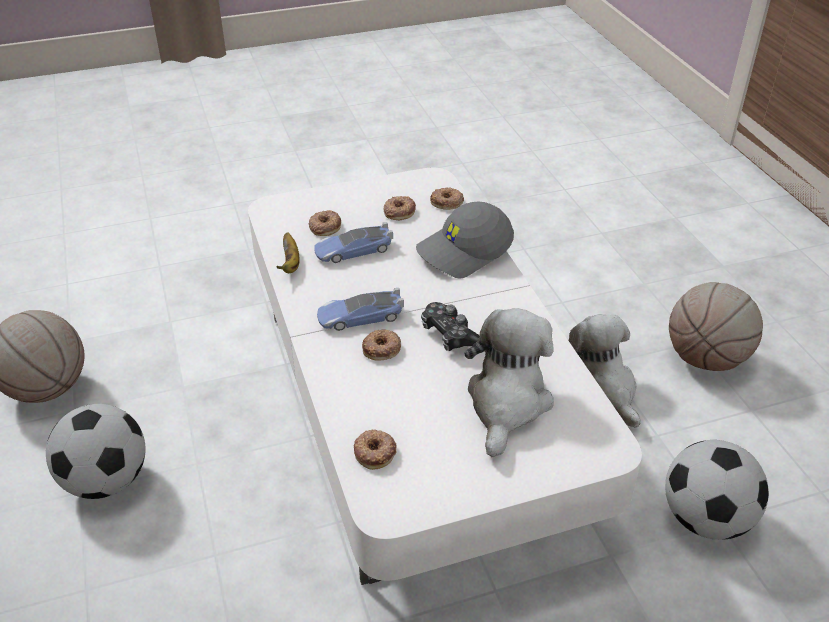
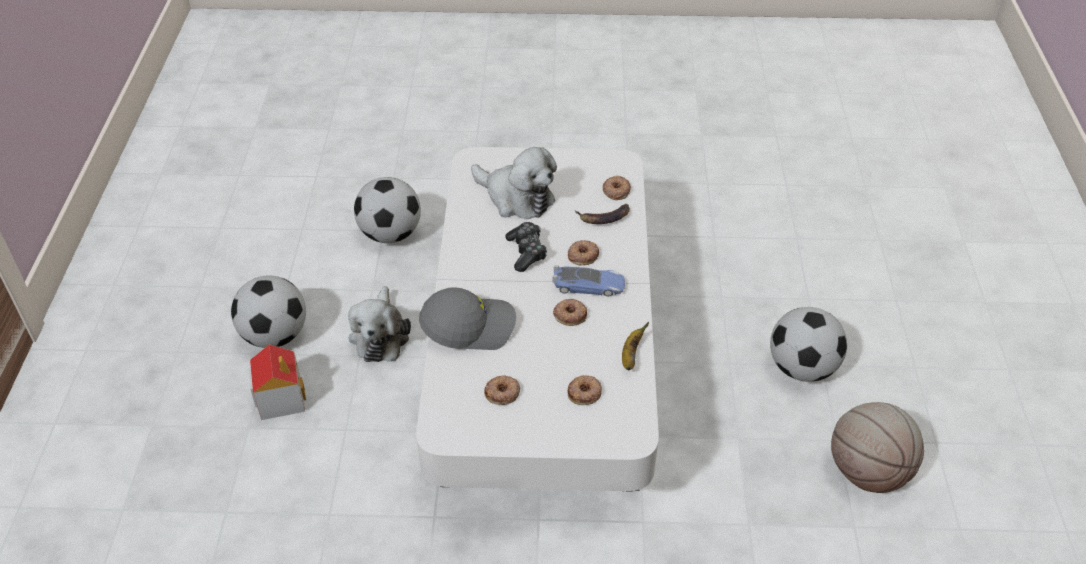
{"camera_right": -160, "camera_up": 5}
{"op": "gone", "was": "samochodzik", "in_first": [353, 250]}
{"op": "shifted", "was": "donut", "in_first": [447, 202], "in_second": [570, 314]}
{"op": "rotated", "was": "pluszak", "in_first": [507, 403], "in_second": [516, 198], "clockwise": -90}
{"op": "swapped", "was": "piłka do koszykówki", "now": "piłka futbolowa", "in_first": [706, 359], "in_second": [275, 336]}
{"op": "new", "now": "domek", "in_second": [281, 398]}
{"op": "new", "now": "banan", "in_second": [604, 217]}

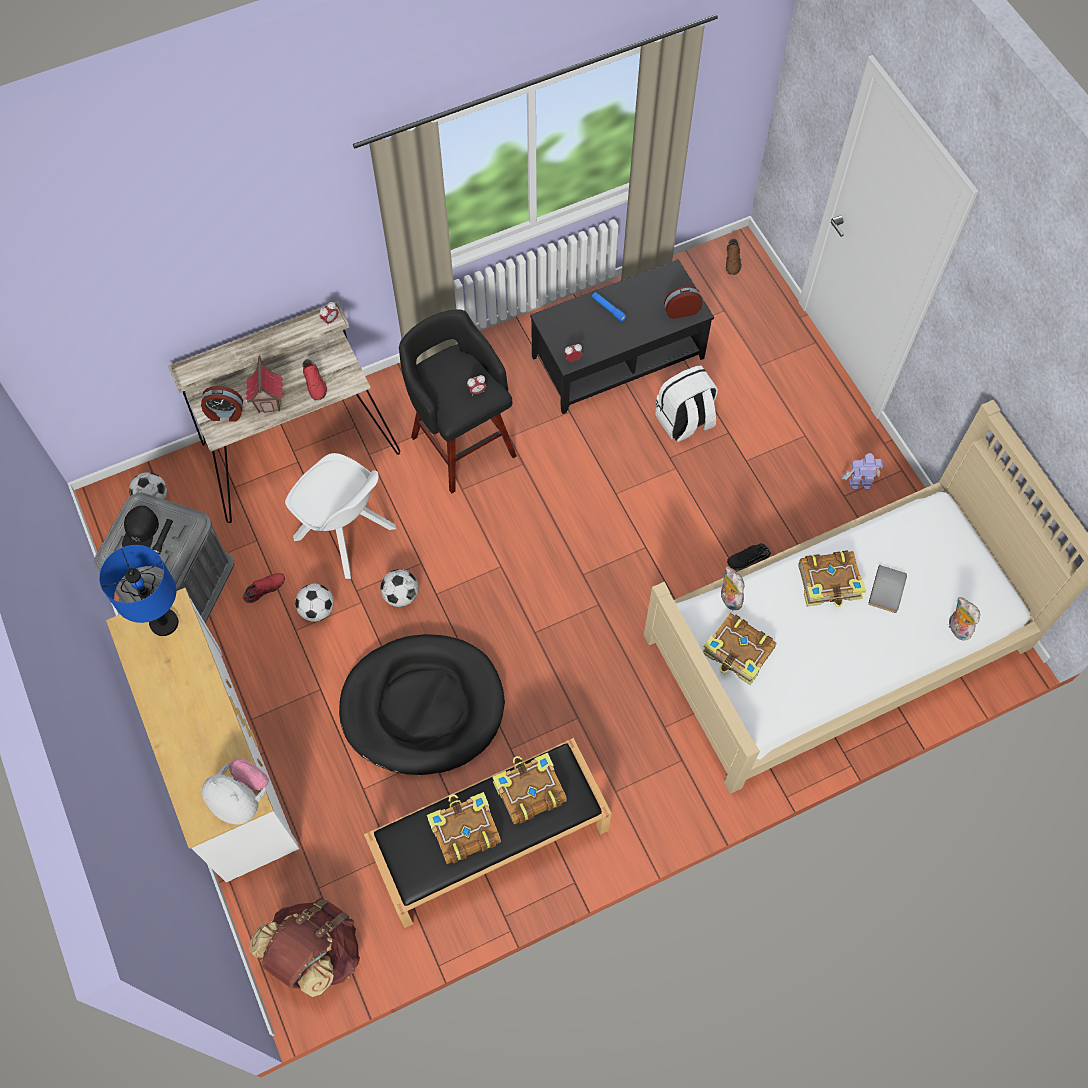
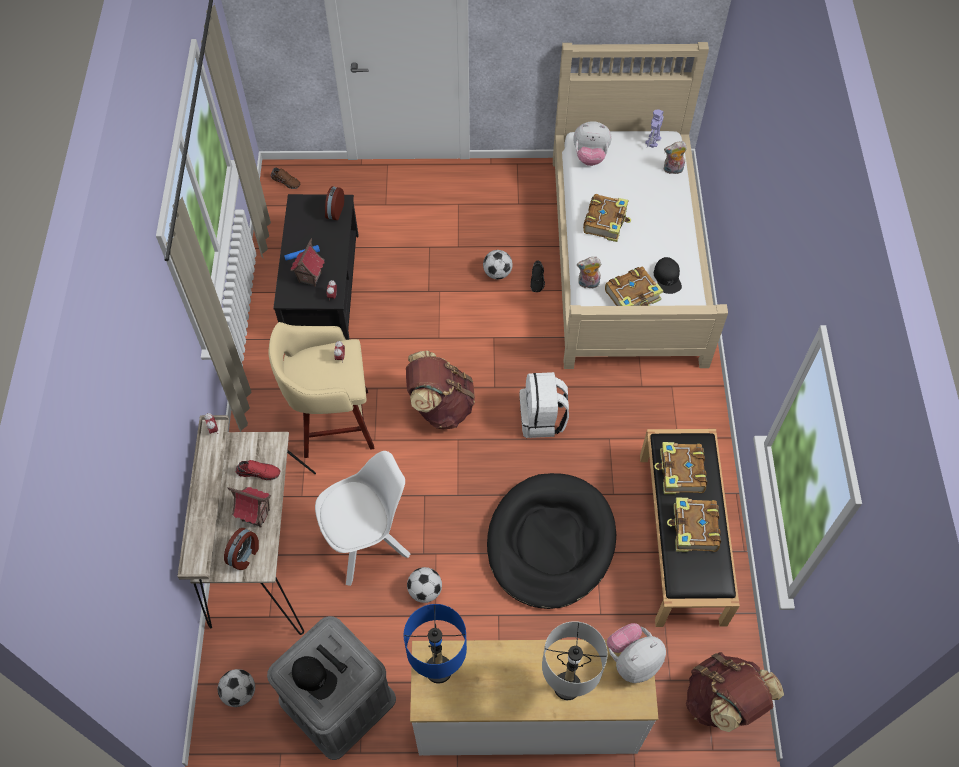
{"camera_right": -65, "camera_up": -5}
{"op": "gone", "was": "but/czerwony", "in_first": [264, 588]}
{"op": "shifted", "was": "piłka futbolowa", "in_first": [401, 595], "in_second": [497, 273]}
{"op": "repainted", "was": "stołek/czarny", "now": "stołek/beżowy", "in_first": [461, 443], "in_second": [333, 423]}
{"op": "shifted", "was": "plecak/biały", "in_first": [684, 422], "in_second": [542, 419]}
{"op": "shifted", "was": "robot zabawkowy", "in_first": [859, 483], "in_second": [653, 141]}
{"op": "gone", "was": "książka/szary", "in_first": [888, 590]}
{"op": "new", "now": "domek", "in_second": [310, 277]}
{"op": "new", "now": "plecak/brązowy", "in_second": [440, 406]}
{"op": "new", "now": "lampa stołowa/szary", "in_second": [567, 687]}
{"op": "new", "now": "pluszak", "in_second": [590, 156]}
{"op": "new", "now": "czapka z daszkiem/czarny", "in_second": [667, 278]}

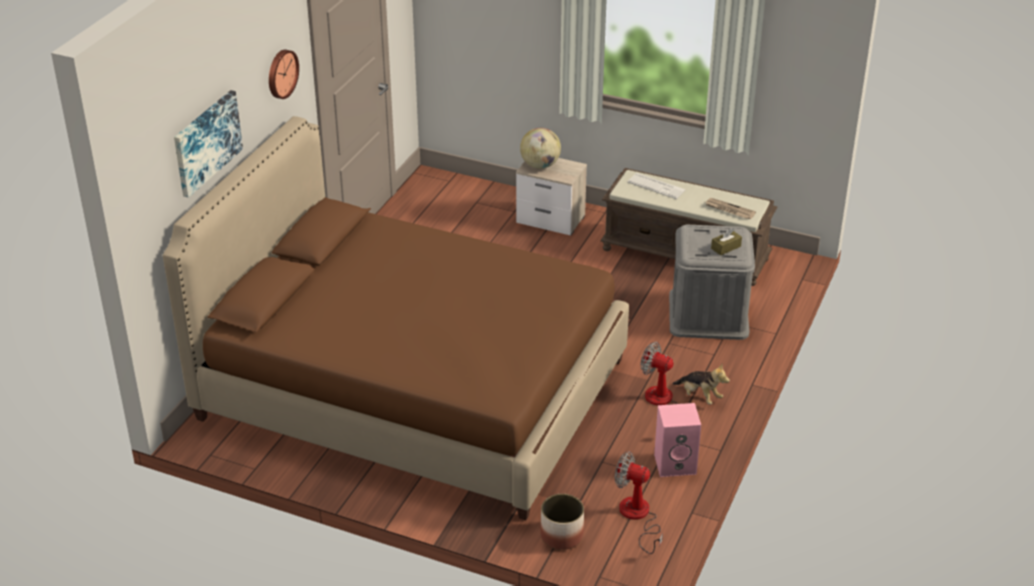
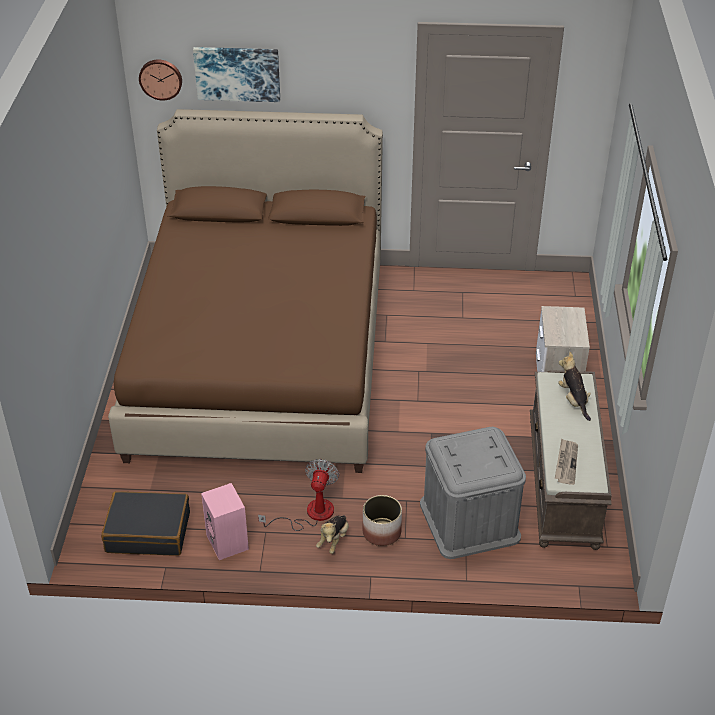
{"camera_right": 70, "camera_up": 5}
{"op": "shifted", "was": "zegar ścienny", "in_first": [281, 73], "in_second": [161, 78]}
{"op": "gone", "was": "globus", "in_first": [540, 165]}
{"op": "shifted", "was": "donica", "in_first": [561, 536], "in_second": [381, 532]}
{"op": "swapped", "was": "wentylator", "now": "walizka/czarny", "in_first": [637, 517], "in_second": [148, 532]}
{"op": "swapped", "was": "klawiatura", "now": "pluszak", "in_first": [656, 186], "in_second": [573, 400]}
{"op": "gone", "was": "pudełko chusteczek/brązowy", "in_first": [726, 247]}

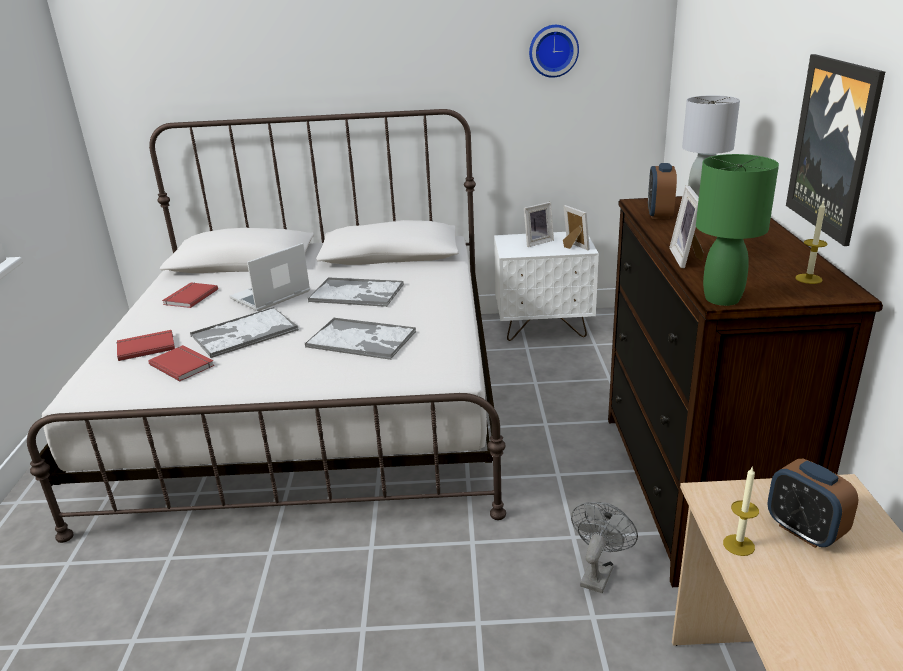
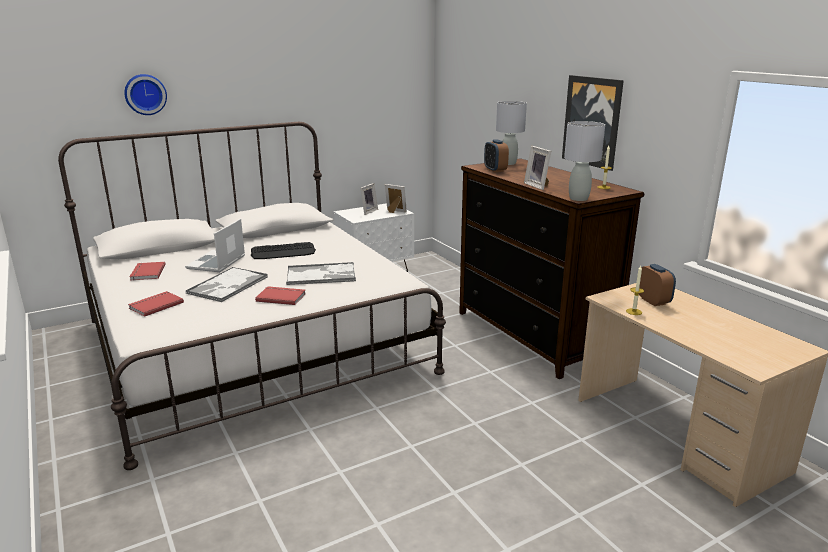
{"camera_right": -30, "camera_up": -5}
{"op": "shifted", "was": "książka/czerwony", "in_first": [183, 364], "in_second": [281, 297]}
{"op": "swapped", "was": "taca", "now": "klawiatura", "in_first": [357, 293], "in_second": [283, 252]}
{"op": "shifted", "was": "zegar ścienny", "in_first": [553, 50], "in_second": [145, 94]}
{"op": "gone", "was": "wentylator/szary", "in_first": [598, 572]}
{"op": "repainted", "was": "lampa stołowa/zielony", "now": "lampa stołowa/szary", "in_first": [722, 298], "in_second": [578, 198]}
{"op": "rotated", "was": "budzik", "in_first": [804, 531], "in_second": [653, 301], "clockwise": -135}

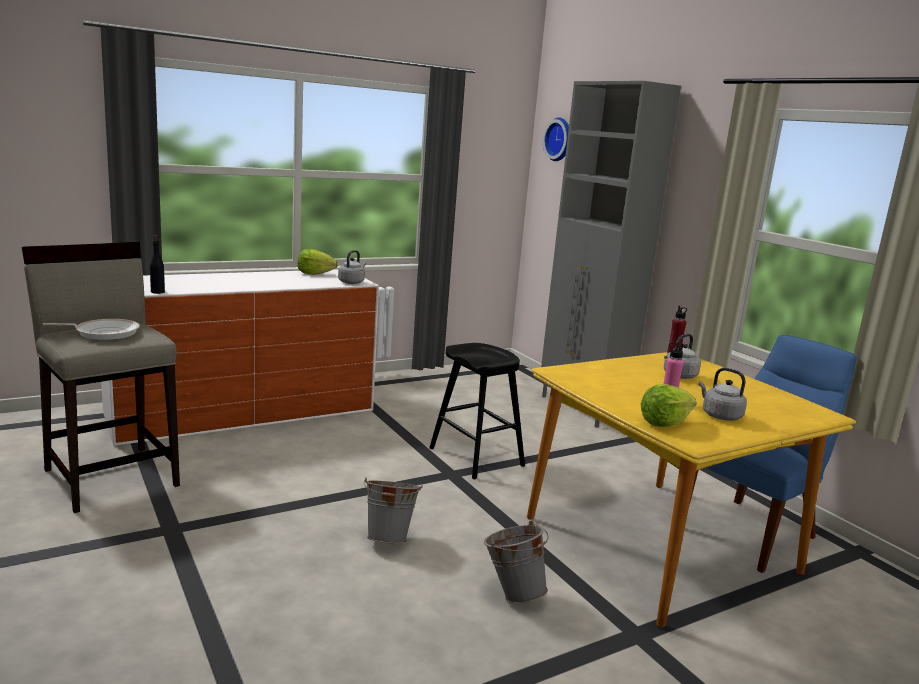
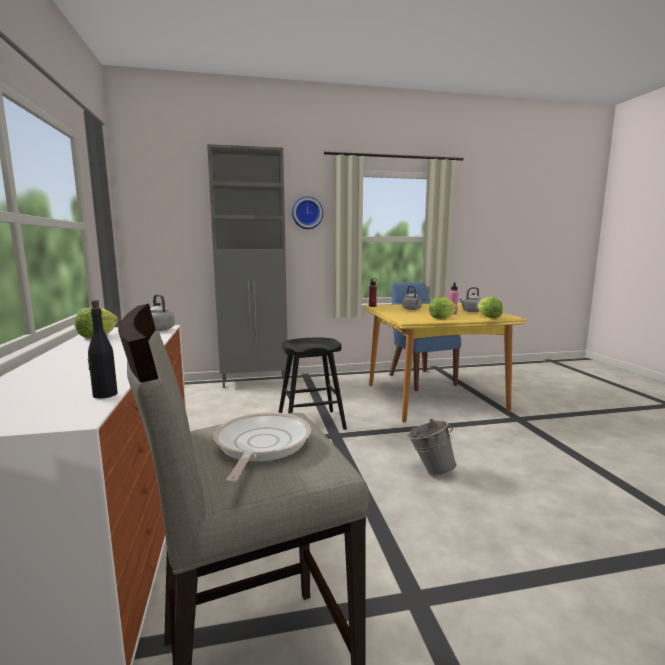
{"camera_right": -70, "camera_up": -5}
{"op": "gone", "was": "wiadro/szary", "in_first": [512, 593]}
{"op": "shifted", "was": "zegar ścienny", "in_first": [560, 139], "in_second": [307, 213]}
{"op": "new", "now": "sałata", "in_second": [441, 318]}

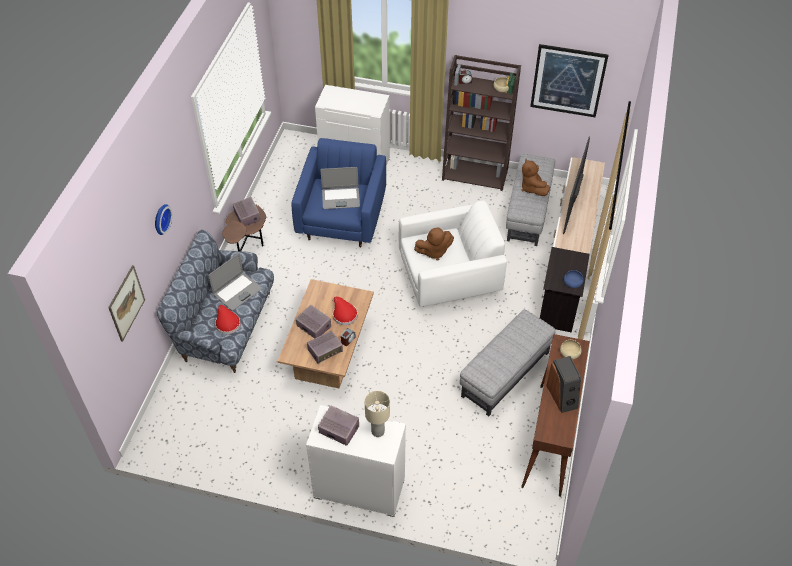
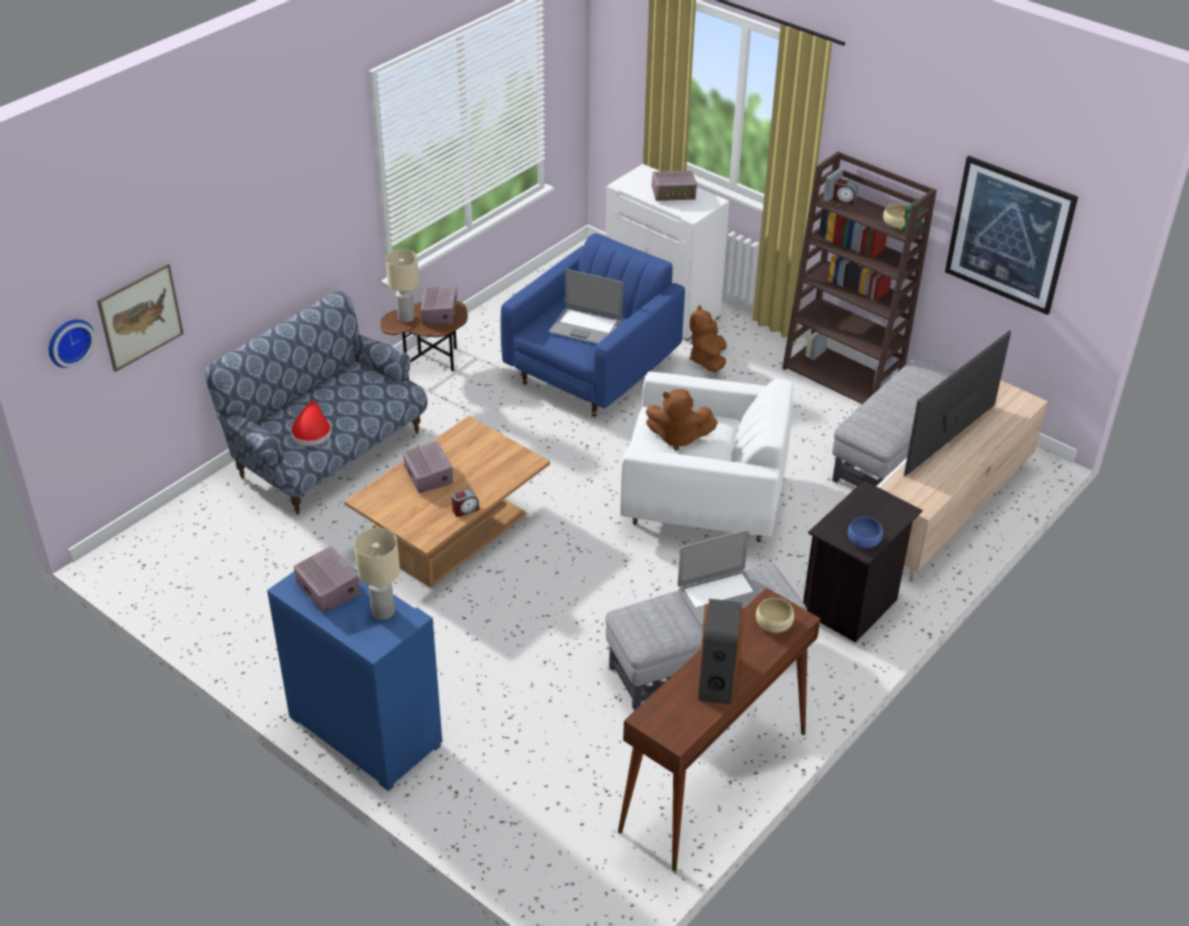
{"camera_right": 25, "camera_up": -10}
{"op": "shifted", "was": "zegar ścienny", "in_first": [160, 219], "in_second": [68, 341]}
{"op": "shifted", "was": "laptop", "in_first": [237, 291], "in_second": [721, 598]}
{"op": "repainted", "was": "szafka/biały", "now": "szafka/niebieski", "in_first": [358, 488], "in_second": [363, 731]}
{"op": "shifted", "was": "radio", "in_first": [325, 351], "in_second": [674, 194]}
{"op": "gone", "was": "kapelusz/czerwony", "in_first": [343, 314]}
{"op": "shifted", "was": "pluszak/brązowy", "in_first": [532, 188], "in_second": [708, 360]}
{"op": "new", "now": "lampa stołowa/beżowy", "in_second": [406, 317]}

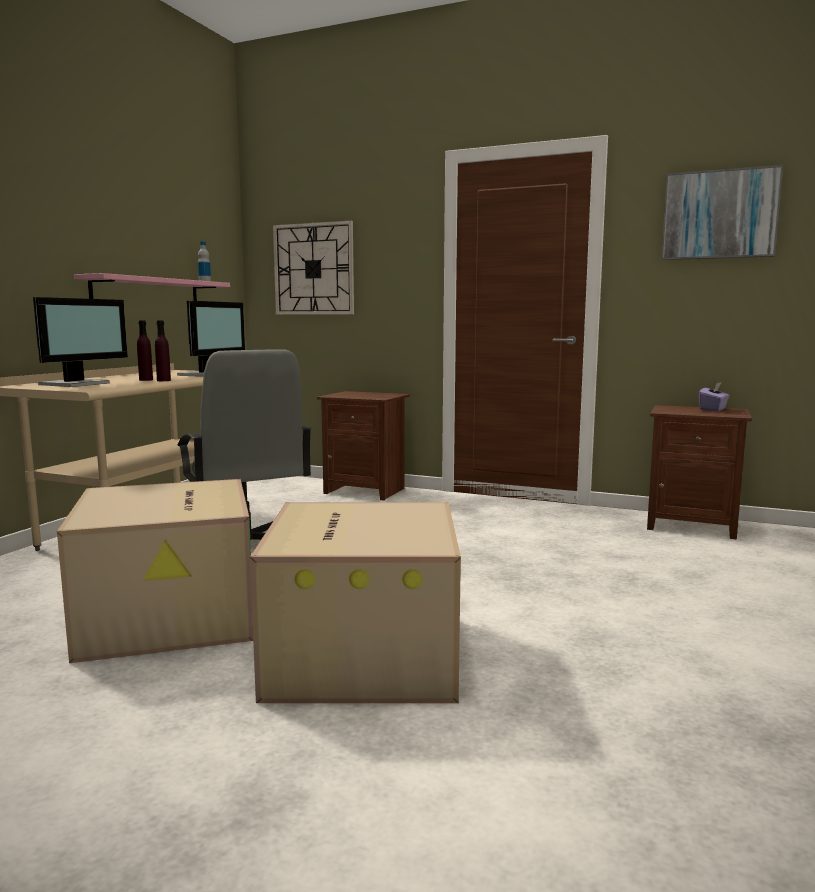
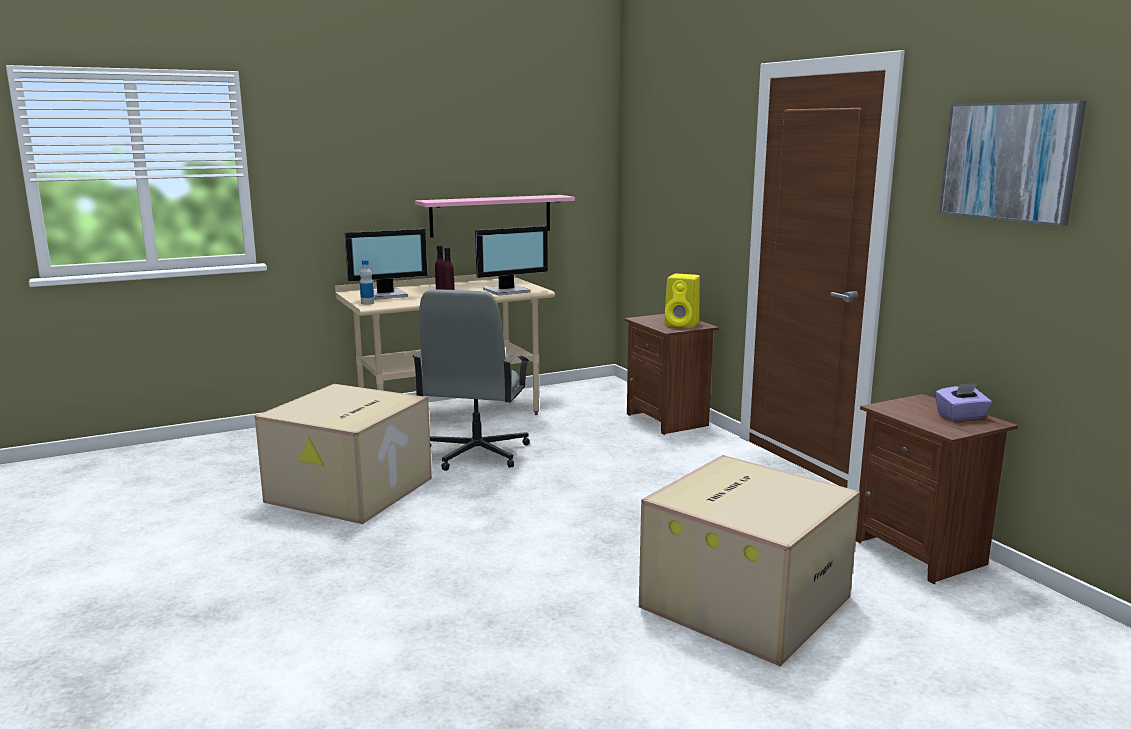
{"camera_right": 40, "camera_up": 5}
{"op": "shifted", "was": "butelka", "in_first": [204, 282], "in_second": [367, 303]}
{"op": "shifted", "was": "karton", "in_first": [360, 653], "in_second": [744, 600]}
{"op": "gone", "was": "zegar ścienny", "in_first": [314, 269]}
{"op": "new", "now": "głośnik/żółty", "in_second": [683, 324]}

